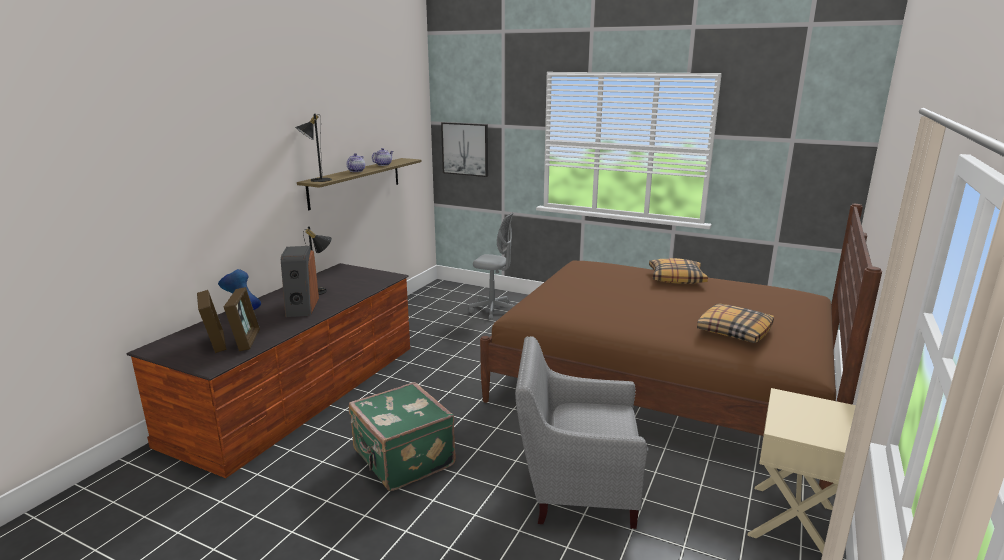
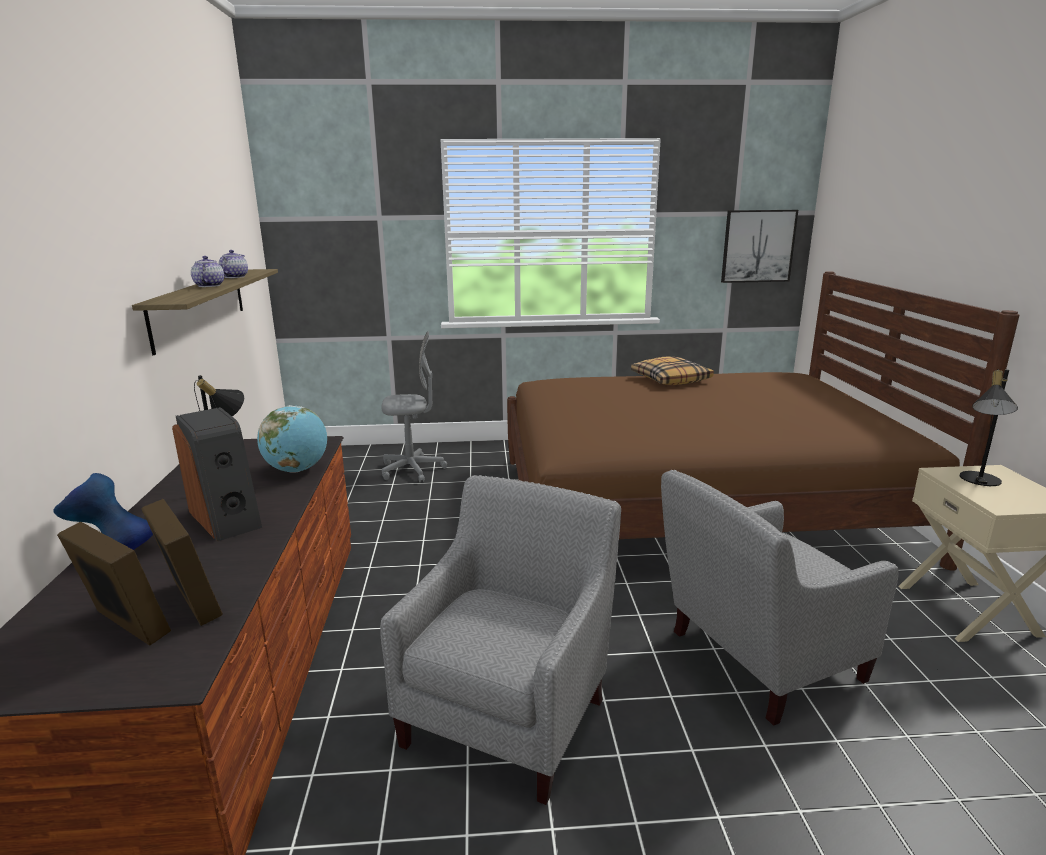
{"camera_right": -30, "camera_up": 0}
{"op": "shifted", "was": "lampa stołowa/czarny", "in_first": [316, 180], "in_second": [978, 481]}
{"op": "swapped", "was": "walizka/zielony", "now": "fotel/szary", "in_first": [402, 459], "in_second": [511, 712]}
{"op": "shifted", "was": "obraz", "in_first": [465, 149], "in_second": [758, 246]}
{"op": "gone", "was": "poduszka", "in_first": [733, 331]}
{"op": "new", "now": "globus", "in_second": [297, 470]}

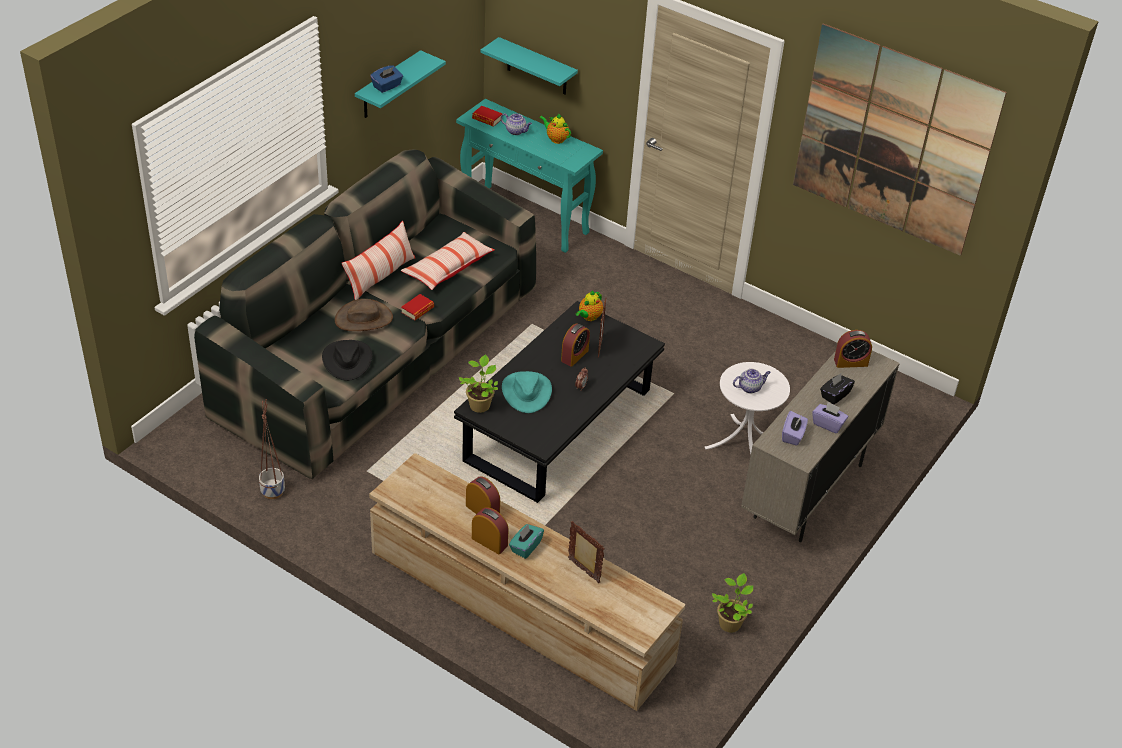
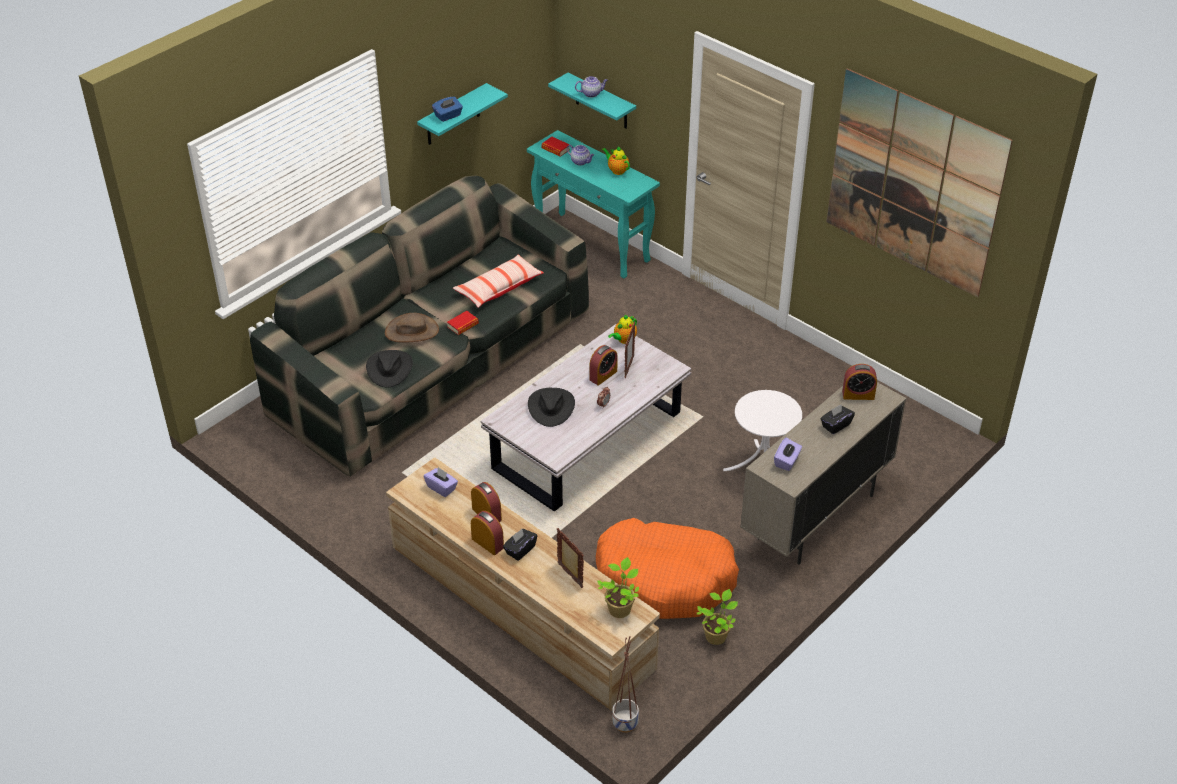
{"camera_right": 10, "camera_up": 0}
{"op": "shifted", "was": "donica", "in_first": [272, 491], "in_second": [624, 723]}
{"op": "gone", "was": "poduszka", "in_first": [380, 277]}
{"op": "repainted", "was": "ława/czarny", "now": "ława/biały", "in_first": [559, 425], "in_second": [588, 441]}
{"op": "shifted", "was": "roślina doniczkowa", "in_first": [480, 404], "in_second": [620, 608]}
{"op": "repainted", "was": "kapelusz/turkusowy", "now": "kapelusz/czarny", "in_first": [526, 392], "in_second": [551, 407]}
{"op": "repainted", "was": "pudełko chusteczek/turkusowy", "now": "pudełko chusteczek/czarny", "in_first": [525, 547], "in_second": [520, 550]}
{"op": "shifted", "was": "imbryk", "in_first": [750, 387], "in_second": [591, 93]}
{"op": "shifted", "was": "pudełko chusteczek/fioletowy", "in_first": [828, 424], "in_second": [441, 488]}
{"op": "new", "now": "legowisko/pomarańczowy", "in_second": [665, 579]}

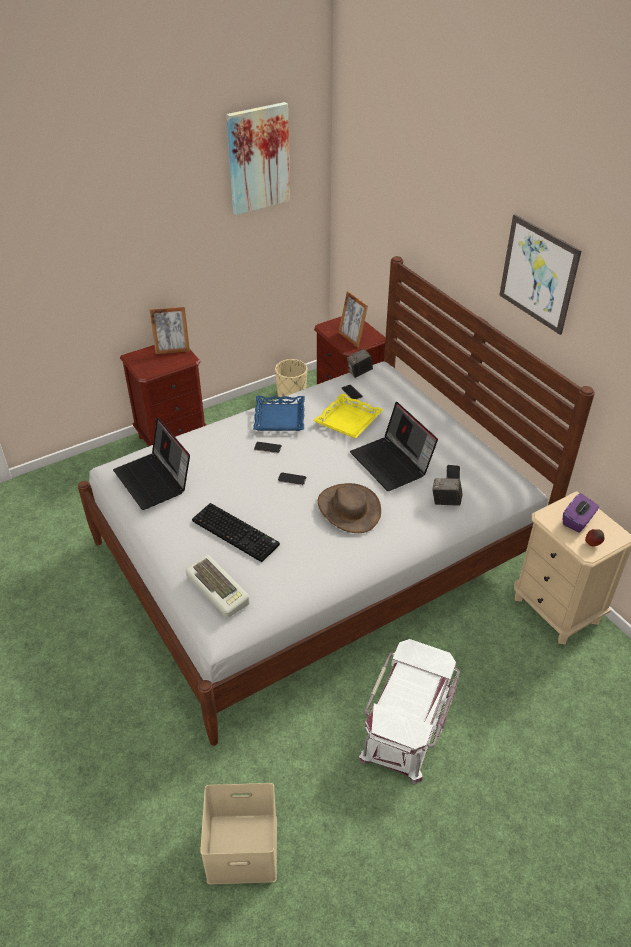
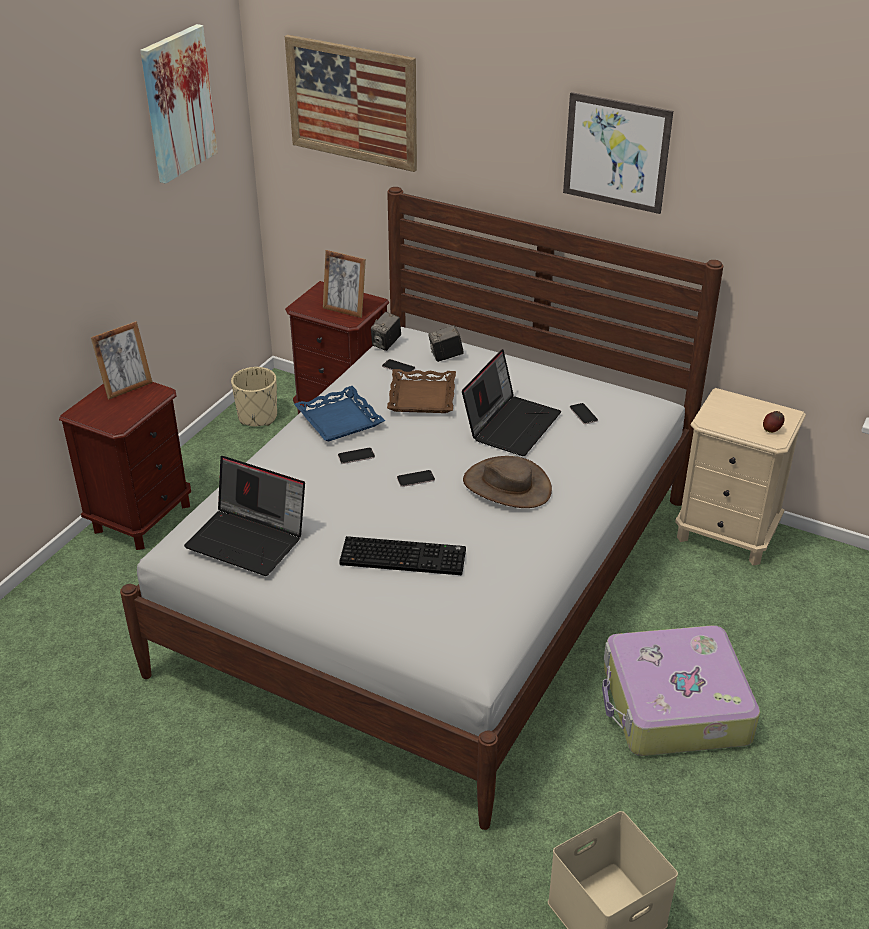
{"camera_right": -30, "camera_up": -5}
{"op": "gone", "was": "klawiatura", "in_first": [219, 589]}
{"op": "repainted", "was": "taca/żółty", "now": "taca/brązowy", "in_first": [348, 420], "in_second": [422, 397]}
{"op": "rotated", "was": "laptop", "in_first": [392, 463], "in_second": [511, 424], "clockwise": -90}
{"op": "swapped", "was": "pojemnik do przechowywania/biały", "now": "walizka", "in_first": [409, 723], "in_second": [674, 706]}
{"op": "shifted", "was": "aparat fotograficzny", "in_first": [446, 501], "in_second": [446, 356]}
{"op": "gone", "was": "pudełko chusteczek/fioletowy", "in_first": [578, 521]}
{"op": "new", "now": "obraz", "in_second": [352, 102]}

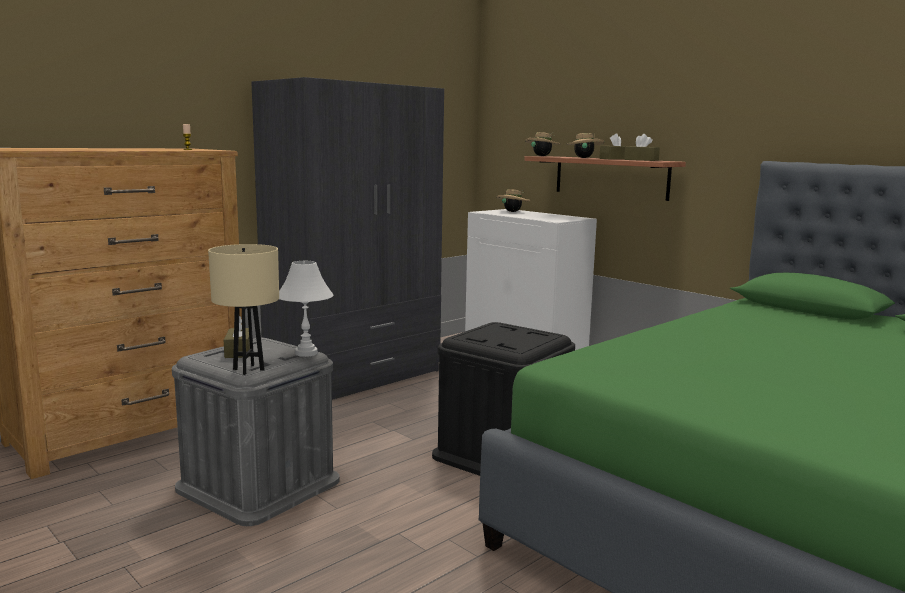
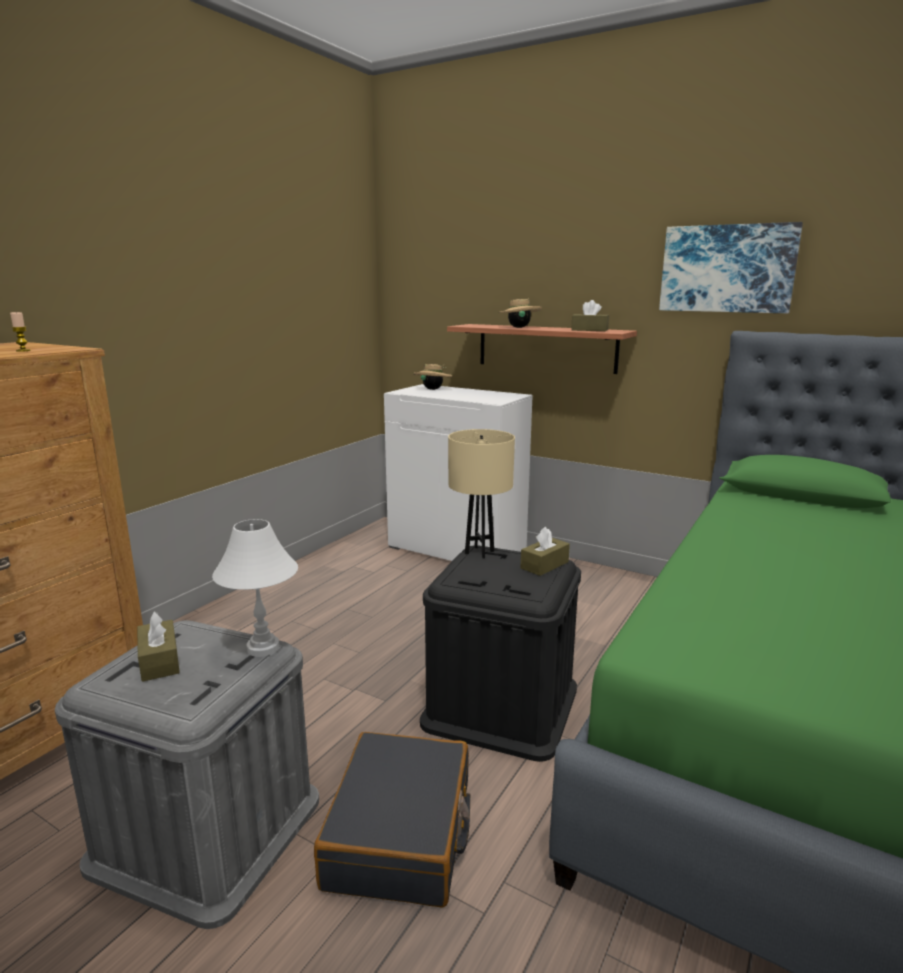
{"camera_right": -15, "camera_up": 5}
{"op": "shifted", "was": "lampa stołowa/beżowy", "in_first": [248, 369], "in_second": [479, 552]}
{"op": "gone", "was": "szafa/szary", "in_first": [355, 376]}
{"op": "gone", "was": "kapelusz/beżowy", "in_first": [542, 156]}
{"op": "shifted", "was": "pudełko chusteczek/brązowy", "in_first": [615, 159], "in_second": [544, 565]}
{"op": "new", "now": "walizka/czarny", "in_second": [401, 834]}
{"op": "new", "now": "obraz", "in_second": [727, 269]}

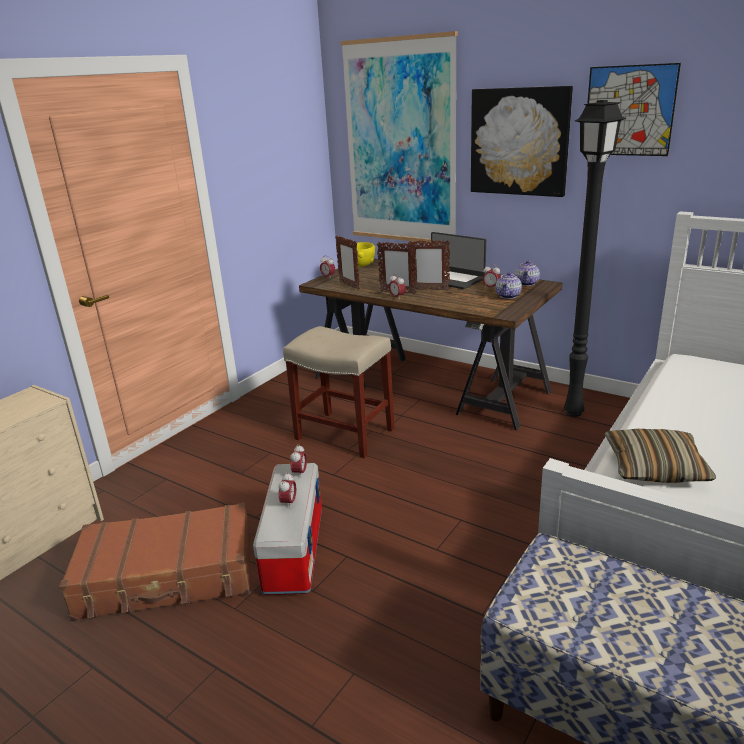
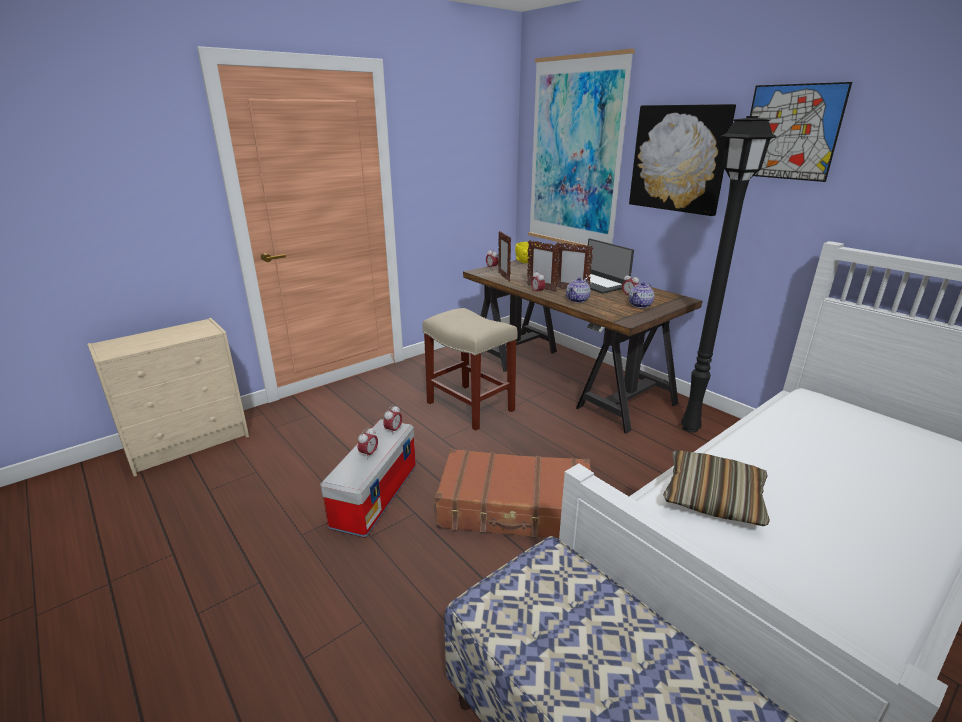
{"camera_right": 15, "camera_up": 0}
{"op": "shifted", "was": "walizka/brązowy", "in_first": [168, 576], "in_second": [515, 509]}
{"op": "shifted", "was": "imbryk", "in_first": [527, 283], "in_second": [577, 300]}

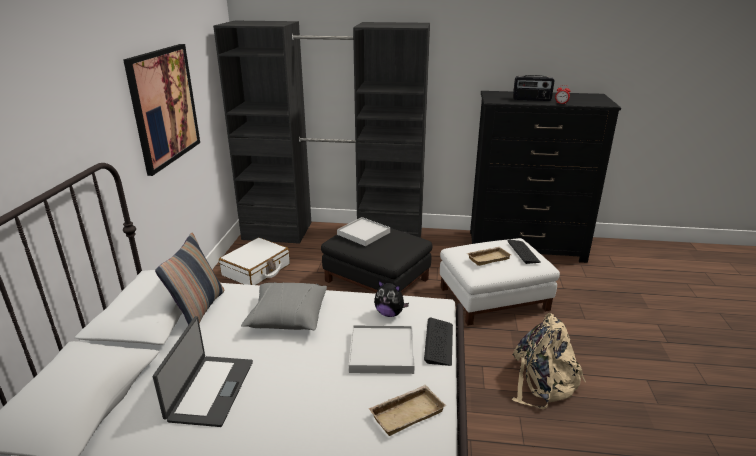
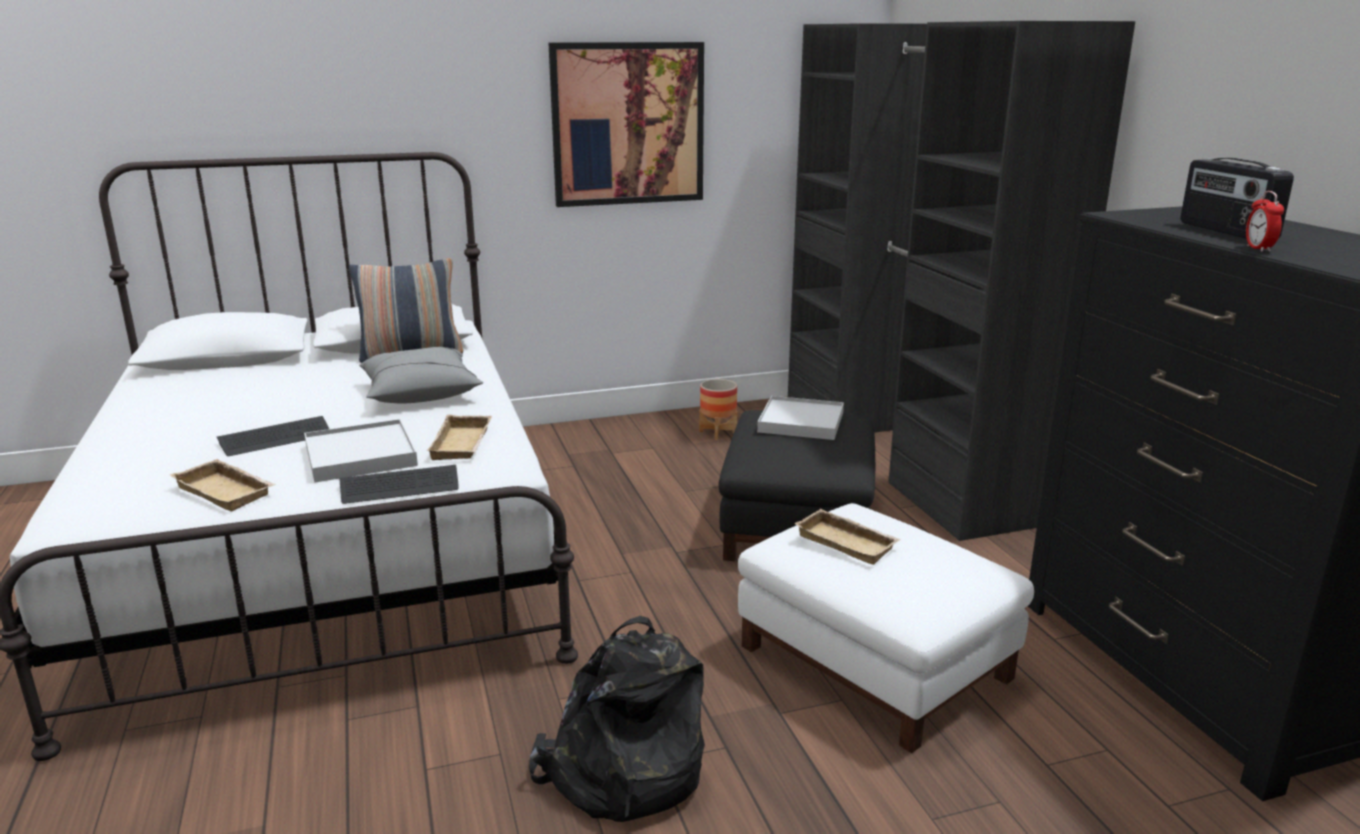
{"camera_right": 65, "camera_up": -5}
{"op": "gone", "was": "laptop", "in_first": [210, 390]}
{"op": "swapped", "was": "walizka/biały", "now": "donica", "in_first": [256, 270], "in_second": [718, 432]}
{"op": "swapped", "was": "pluszak", "now": "taca/beżowy", "in_first": [389, 313], "in_second": [463, 444]}
{"op": "shifted", "was": "klawiatura", "in_first": [523, 252], "in_second": [276, 438]}
{"op": "repainted", "was": "plecak/beżowy", "now": "plecak/czarny", "in_first": [542, 382], "in_second": [621, 772]}

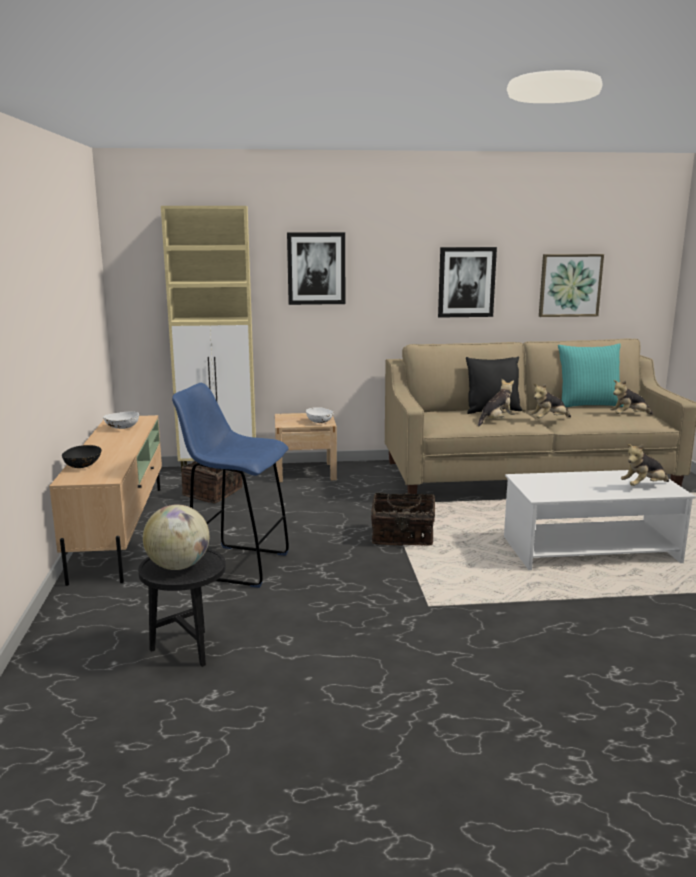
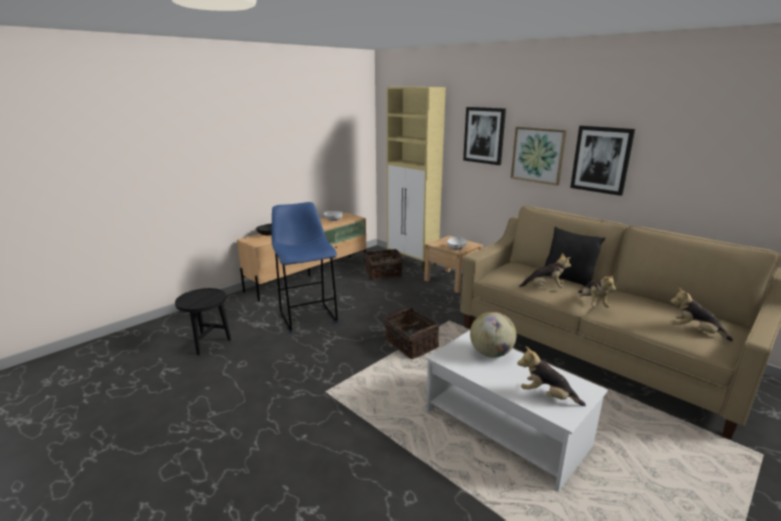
{"camera_right": 50, "camera_up": 5}
{"op": "shifted", "was": "globus", "in_first": [178, 566], "in_second": [491, 353]}
{"op": "rotated", "was": "pluszak", "in_first": [549, 420], "in_second": [592, 304], "clockwise": -120}
{"op": "shifted", "was": "obraz", "in_first": [570, 285], "in_second": [538, 155]}
{"op": "gone", "was": "poduszka/turkusowy", "in_first": [588, 405]}

